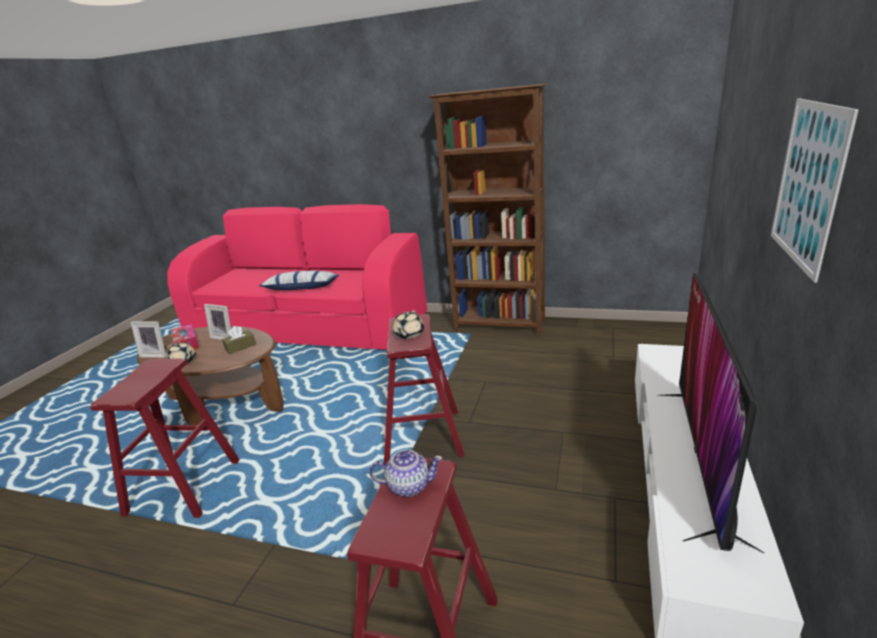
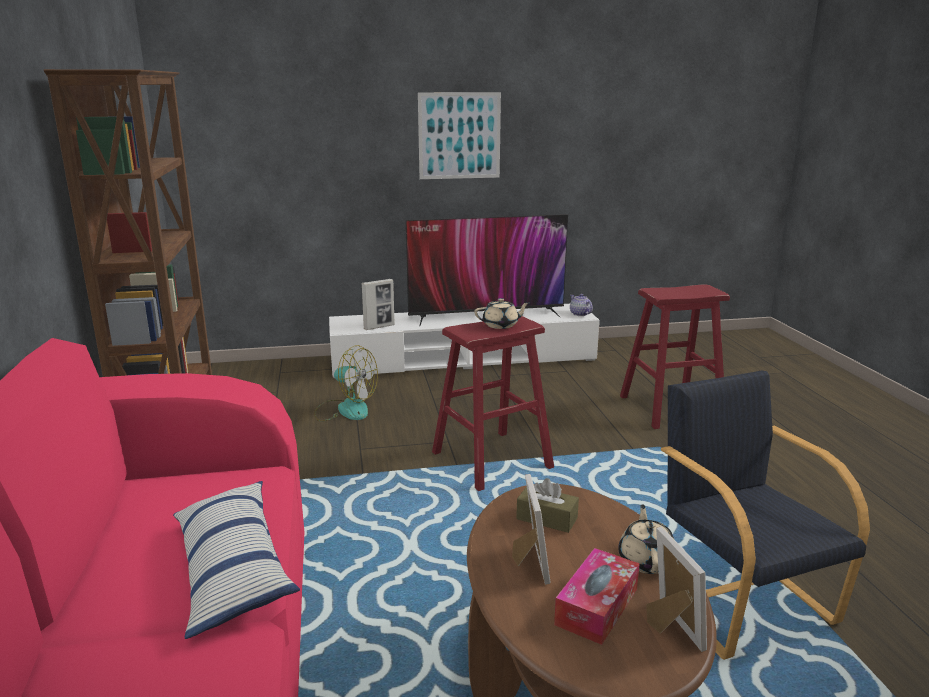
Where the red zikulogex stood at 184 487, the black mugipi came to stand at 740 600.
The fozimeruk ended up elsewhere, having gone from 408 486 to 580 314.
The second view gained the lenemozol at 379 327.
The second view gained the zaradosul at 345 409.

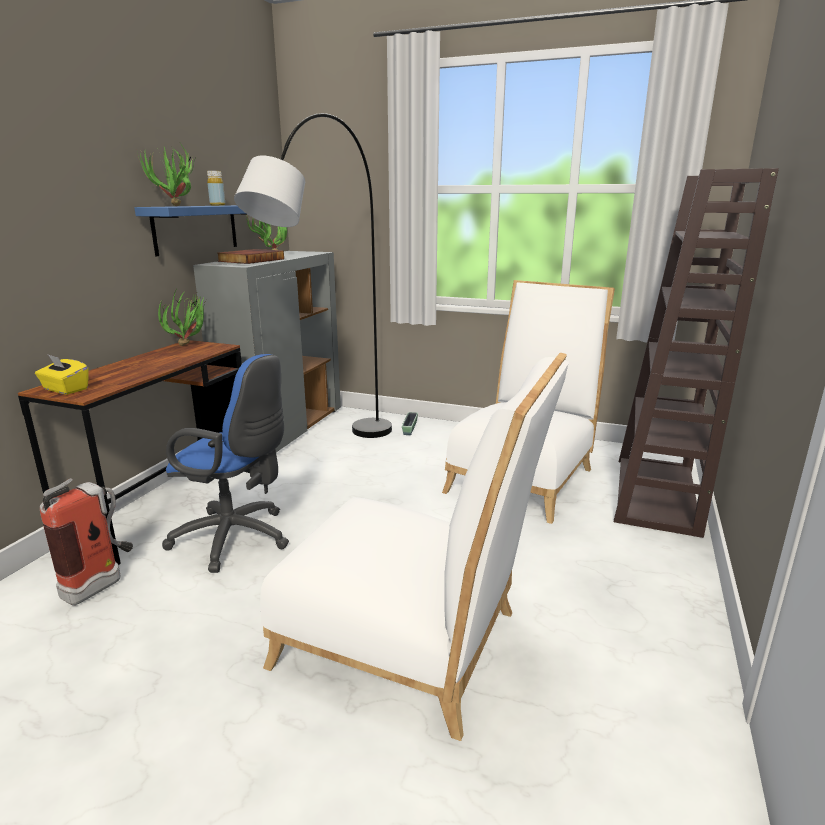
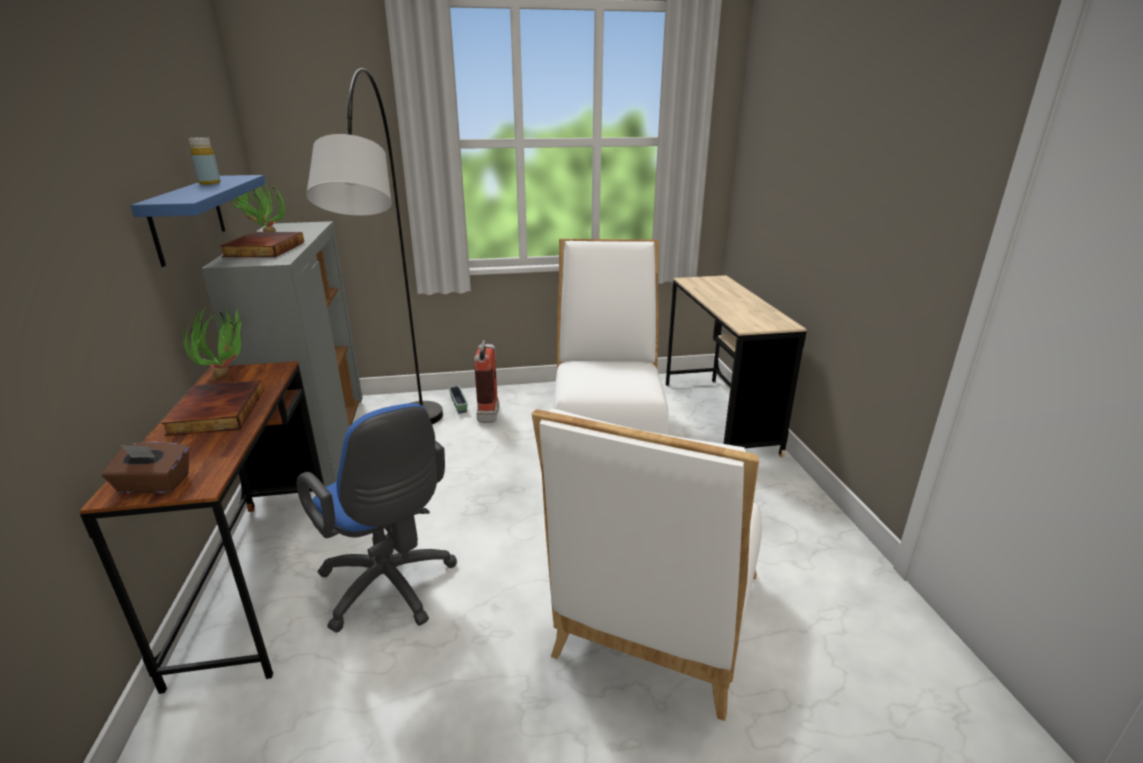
The second view lost the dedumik at 176 206.
Where the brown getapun stood at 657 495, the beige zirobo came to stand at 718 417.
The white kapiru at 411 644 ended up facing another way, 120 degrees clockwise from before.
The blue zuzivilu at 237 539 ended up facing another way, 60 degrees clockwise from before.
What was the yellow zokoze at 65 389 turned into the brown zokoze at 154 485.
The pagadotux ended up elsewhere, having gone from 102 584 to 489 412.
The second view gained the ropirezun at 215 412.

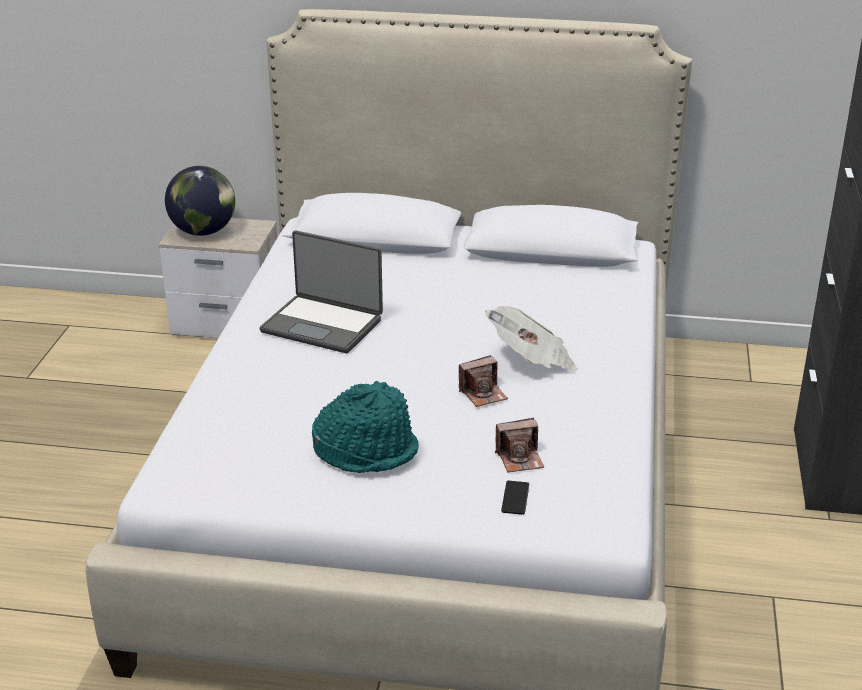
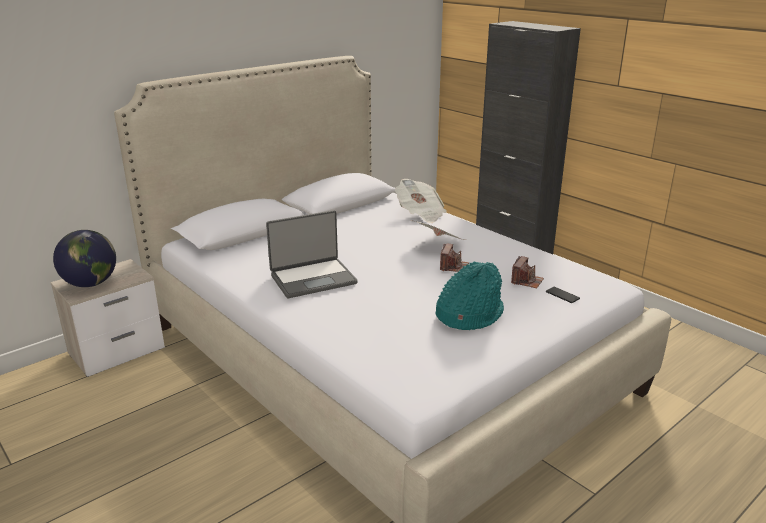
The second view gained the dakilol at 420 214.

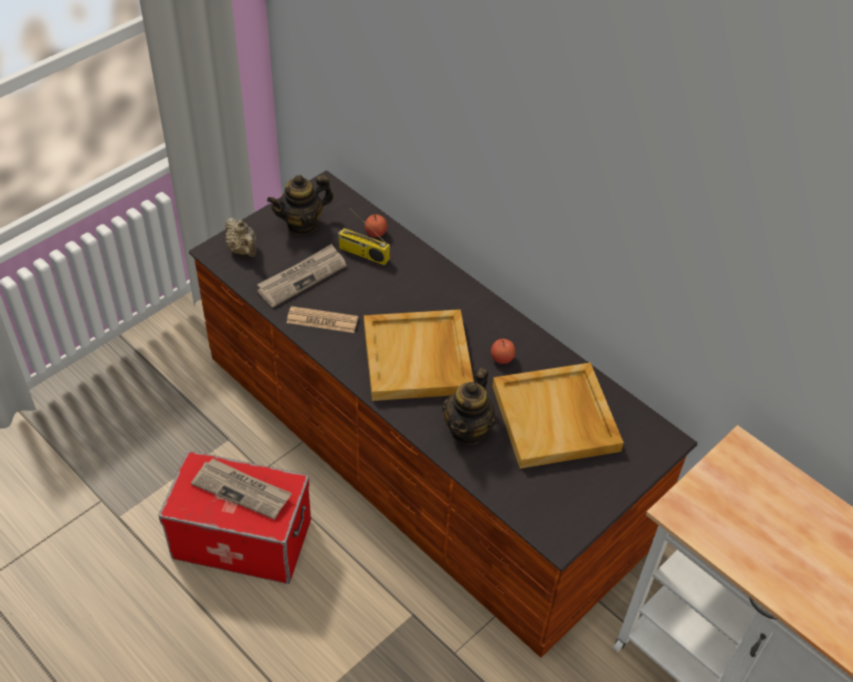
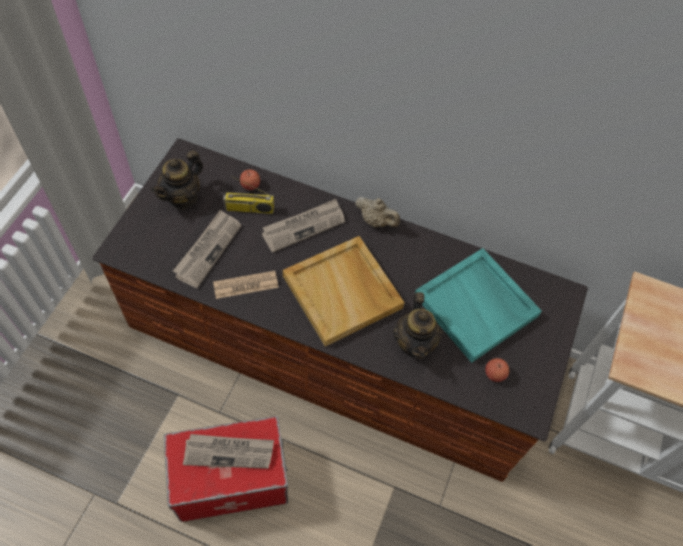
The beige fozimeruk ended up elsewhere, having gone from 243 250 to 376 221.
The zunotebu ended up elsewhere, having gone from 502 358 to 494 374.
What was the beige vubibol at 556 418 turned into the turquoise vubibol at 477 306.
The second view gained the dakilol at 303 226.

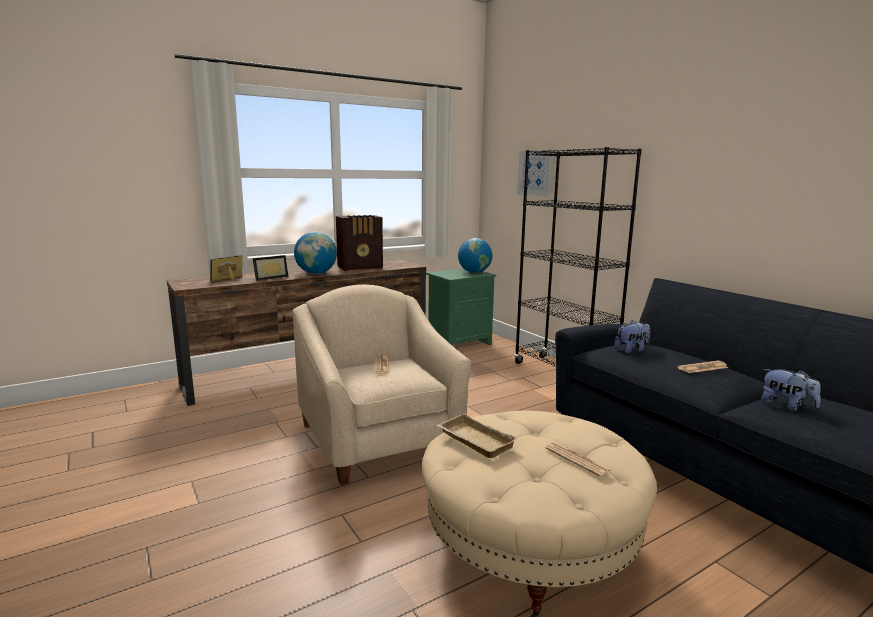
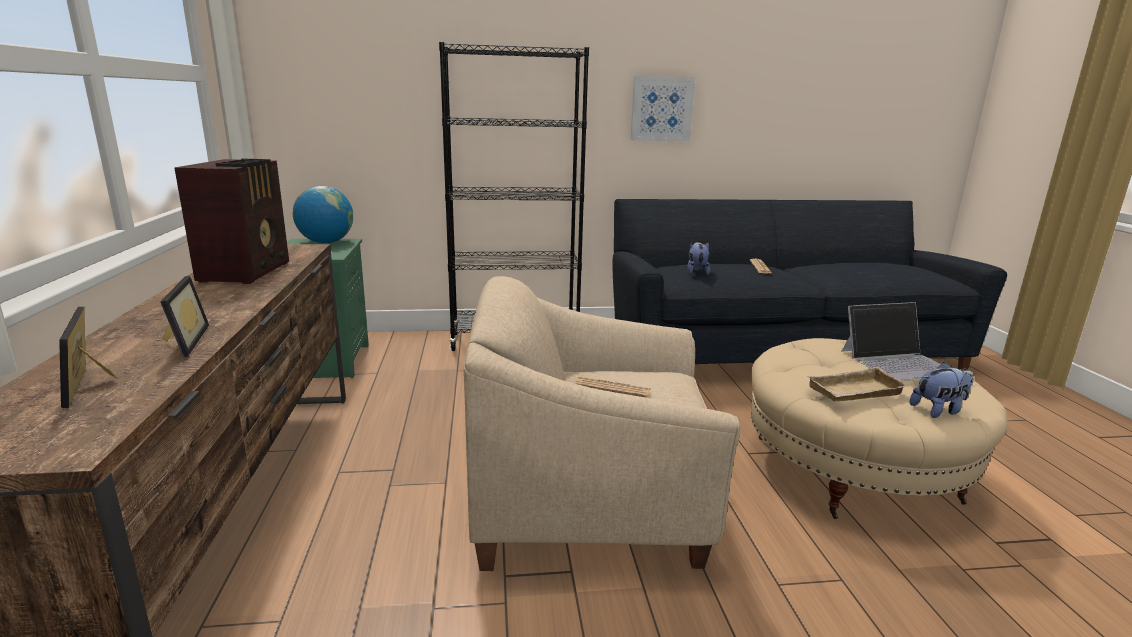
The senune ended up elsewhere, having gone from 535 173 to 661 109.
The second view lost the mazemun at 316 273.
The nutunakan ended up elsewhere, having gone from 786 406 to 939 410.
Where the dakilol stood at 577 460, the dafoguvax came to stand at 898 362.

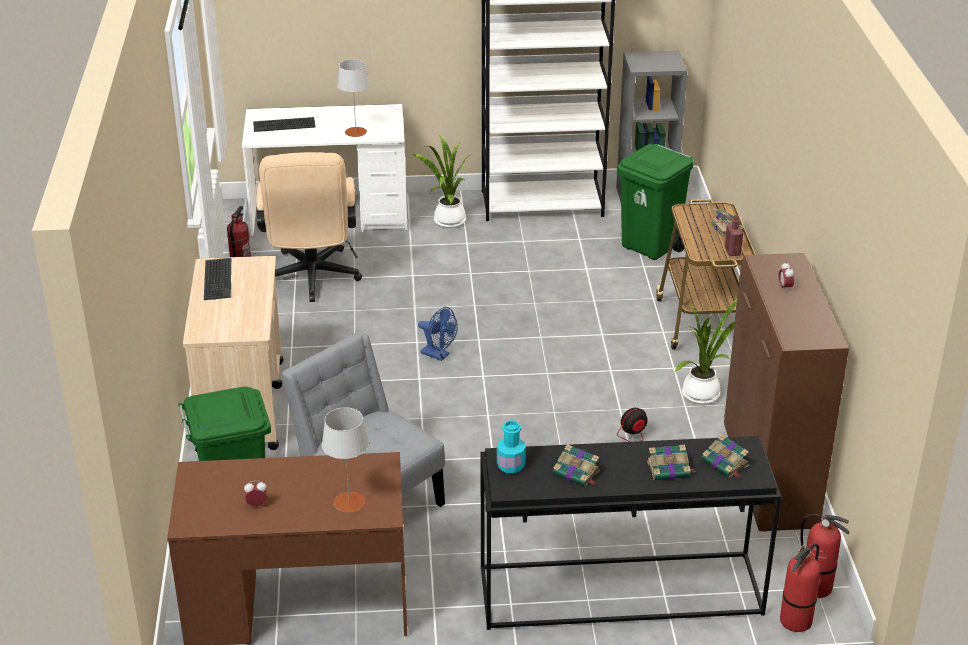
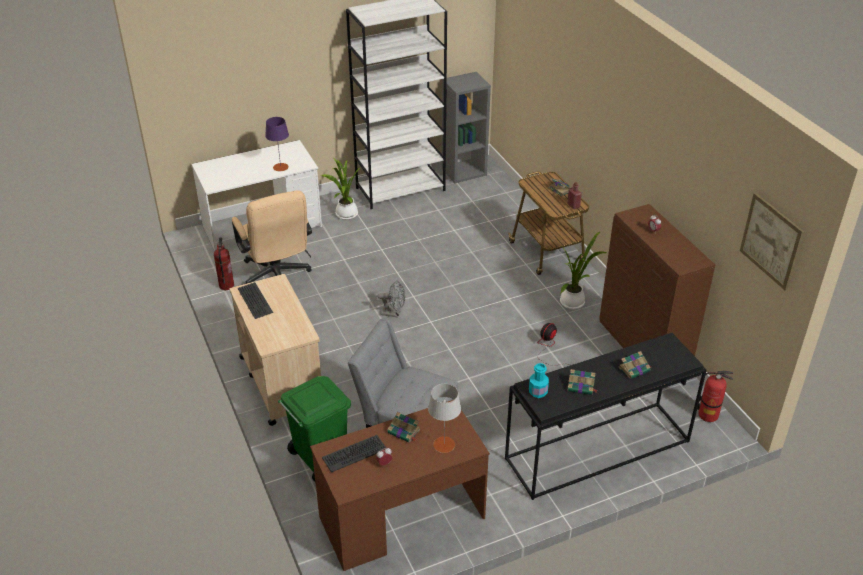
What was the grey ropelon at 355 132 turned into the purple ropelon at 280 167.
The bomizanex ended up elsewhere, having gone from 284 125 to 354 453.
The second view lost the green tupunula at 651 247.
What was the blue zaradosul at 439 355 turned into the grey zaradosul at 394 313.
The ropirezun ended up elsewhere, having gone from 725 464 to 404 432.
The second view lost the pagadotux at 796 621.
The second view gained the senune at 771 241.

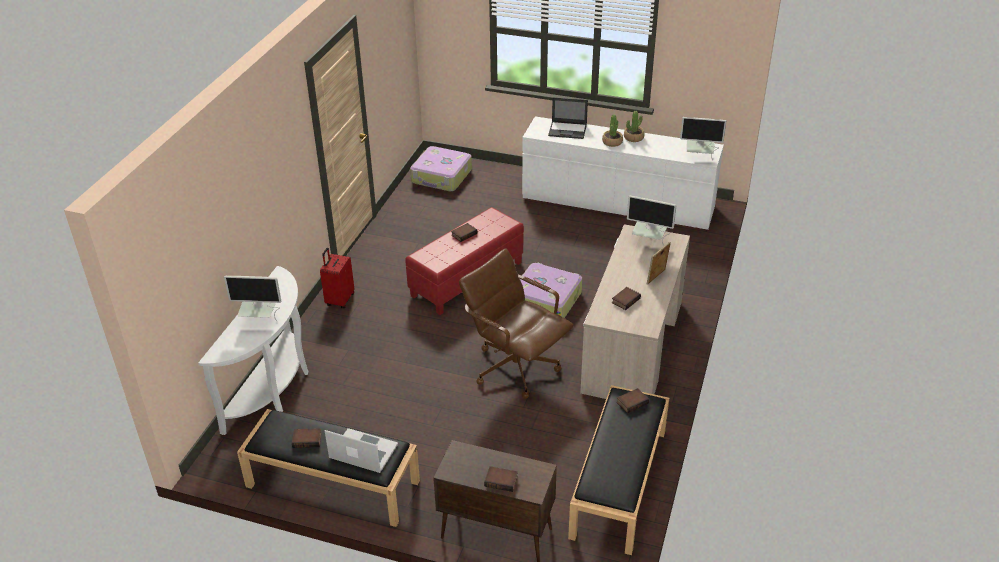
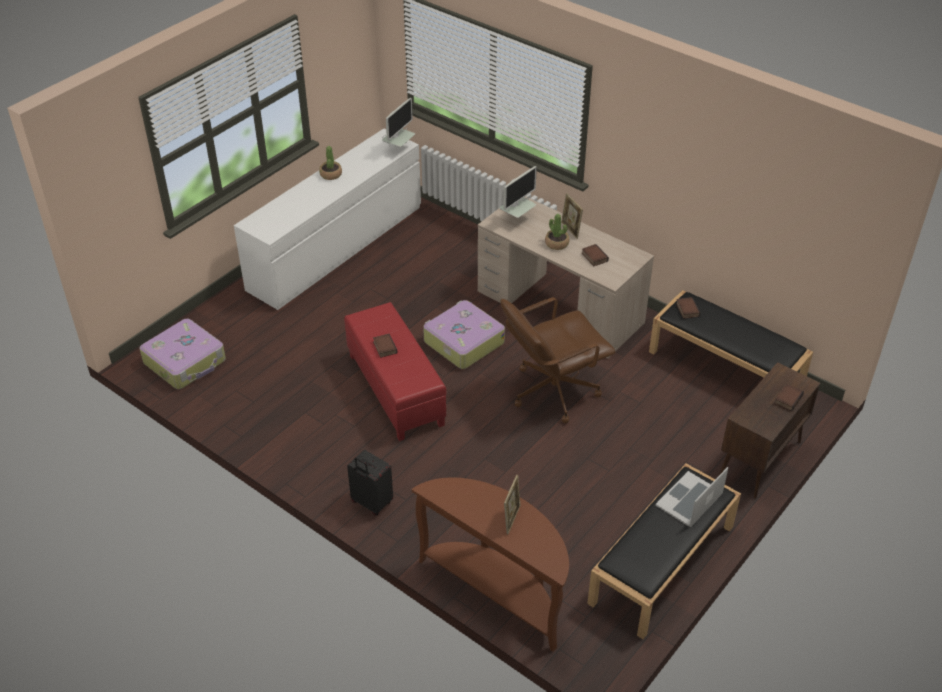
The second view lost the dafoguvax at 568 130.
The dedumik ended up elsewhere, having gone from 612 142 to 557 243.
What was the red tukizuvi at 339 300 turned into the black tukizuvi at 371 503.
What was the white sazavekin at 274 388 turned into the brown sazavekin at 498 590.
Where the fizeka stood at 260 321, the lenemozol came to stand at 511 519.
The second view lost the ropirezun at 307 439.

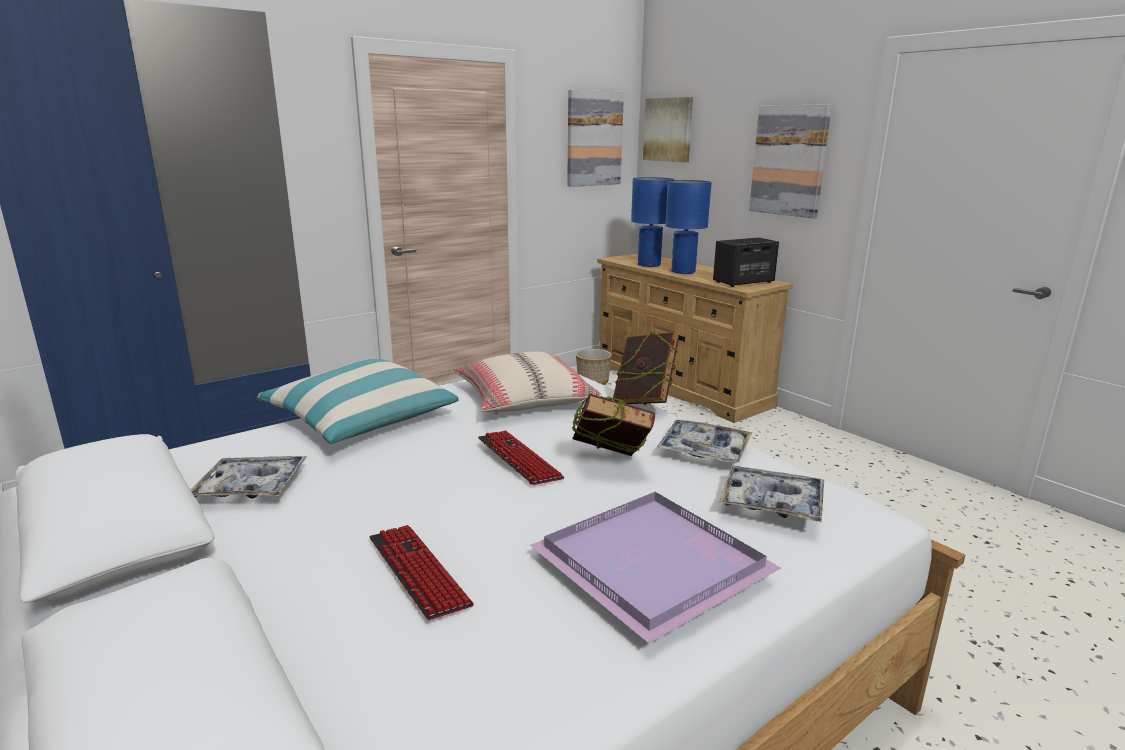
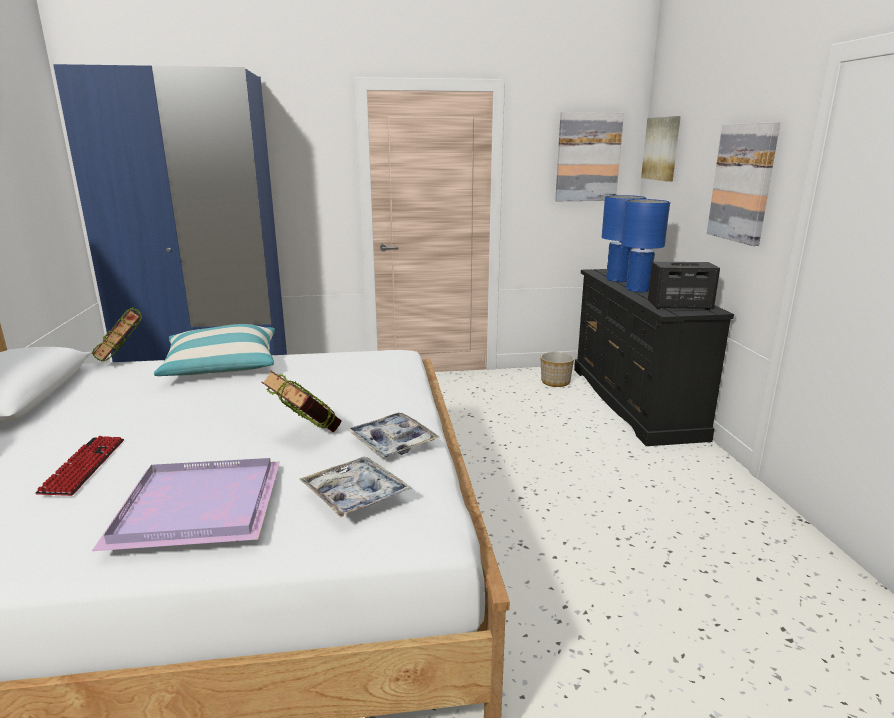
What was the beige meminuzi at 680 385 turned into the black meminuzi at 634 401.
The ropirezun ended up elsewhere, having gone from 644 401 to 122 360.
The second view lost the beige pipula at 523 398.
The second view lost the bomizanex at 518 459.
The second view lost the vubibol at 251 487.

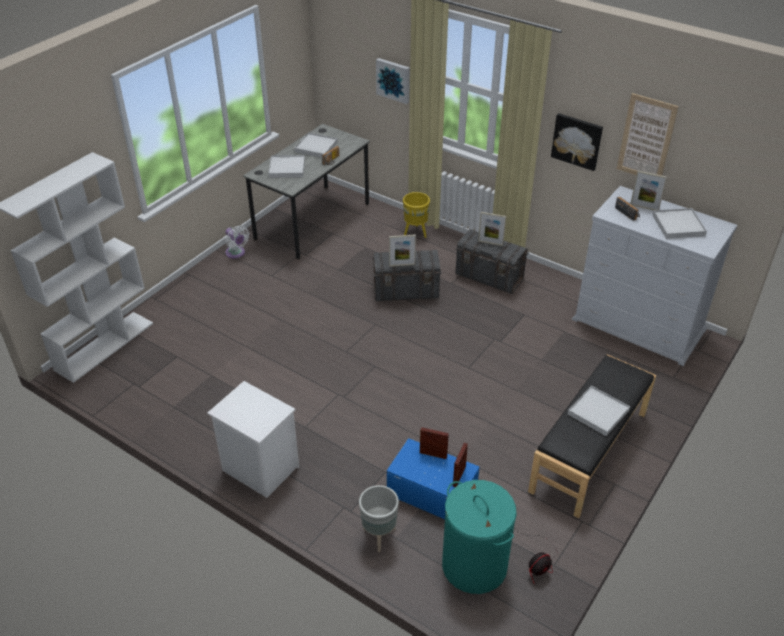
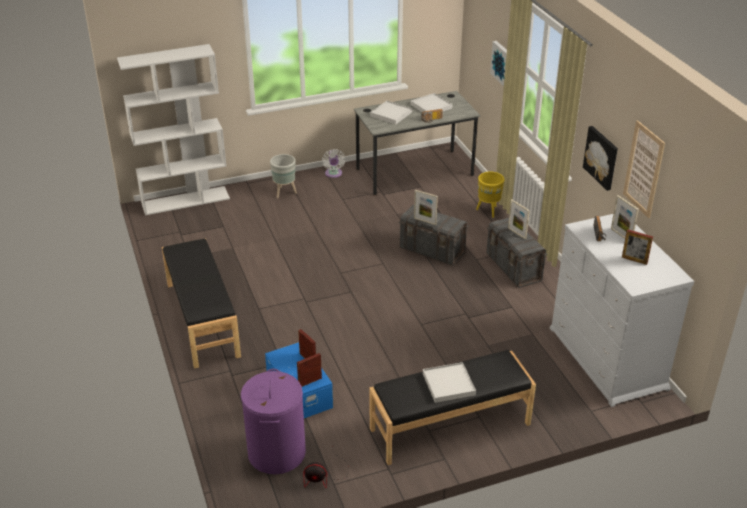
Where the white vubibol stood at 678 225, the lenemozol came to stand at 634 260.
Where the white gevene stood at 258 468, the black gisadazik came to stand at 201 320.
What was the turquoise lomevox at 474 565 turned into the purple lomevox at 276 452.
The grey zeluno ended up elsewhere, having gone from 378 536 to 284 193.

